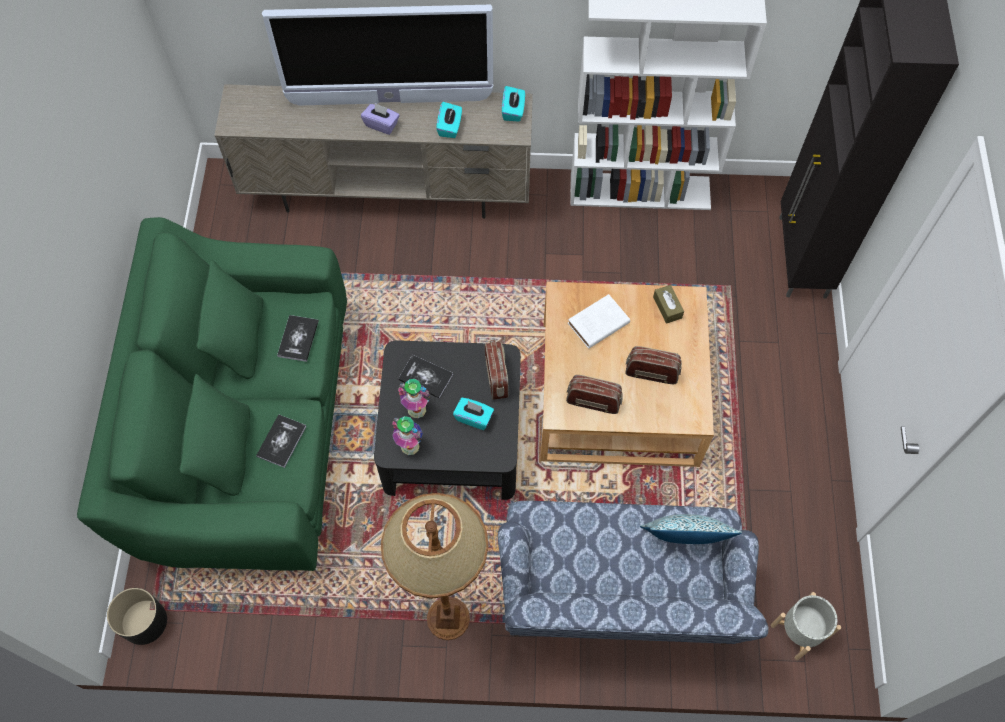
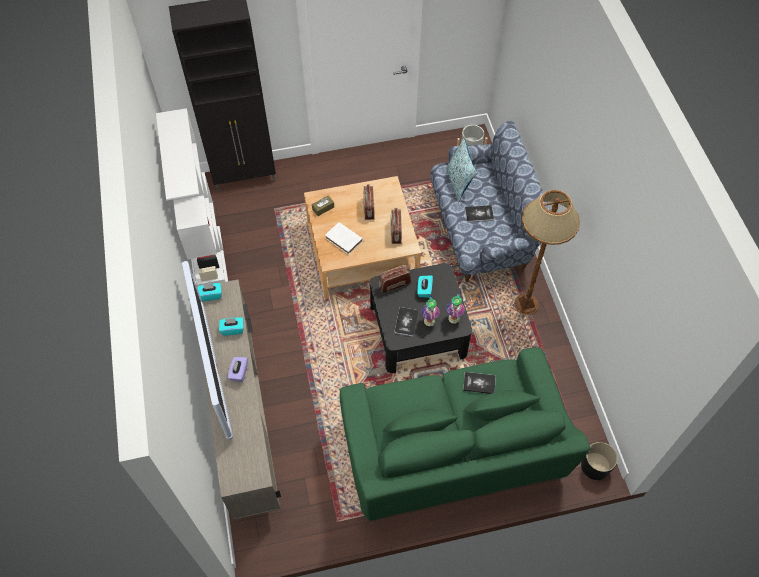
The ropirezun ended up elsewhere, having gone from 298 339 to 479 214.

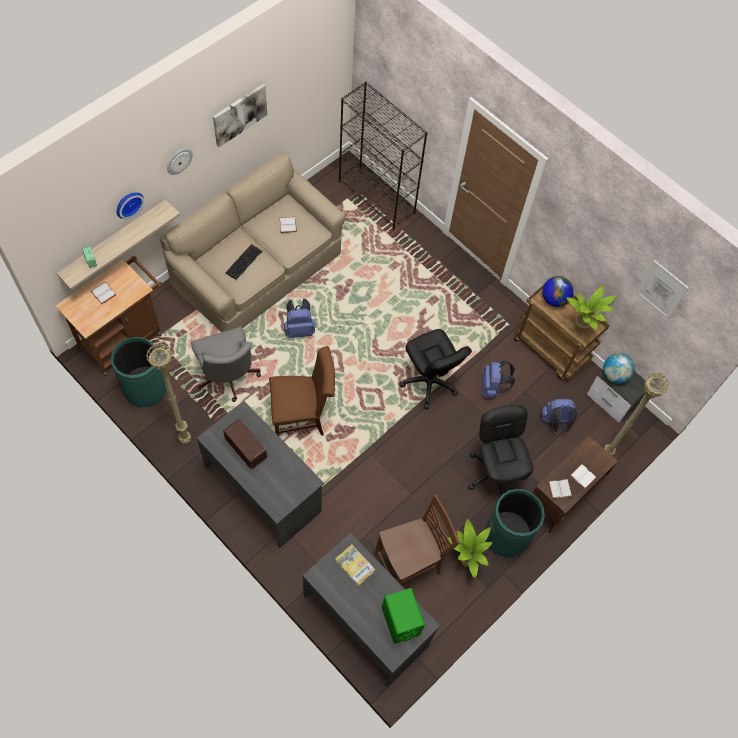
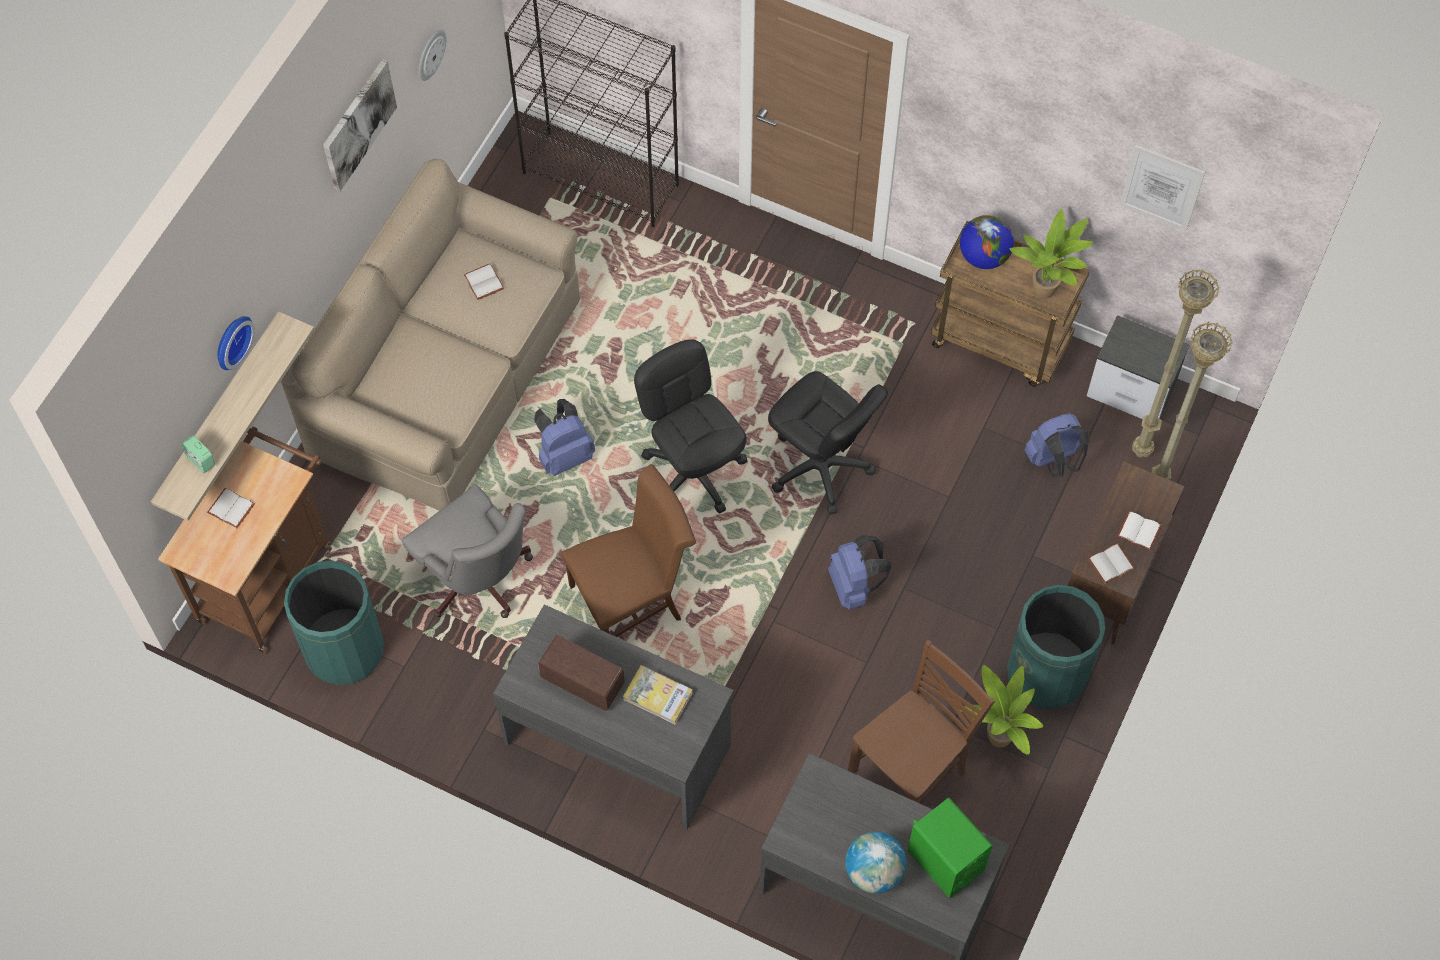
The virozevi ended up elsewhere, having gone from 179 160 to 430 54.
The second view lost the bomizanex at 243 261.
The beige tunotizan ended up elsewhere, having gone from 185 440 to 1142 452.
The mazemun ended up elsewhere, having gone from 614 375 to 874 872.
The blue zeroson ended up elsewhere, having gone from 492 387 to 855 586.
The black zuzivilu ended up elsewhere, having gone from 495 473 to 693 471.
The ropirezun ended up elsewhere, having gone from 355 565 to 658 696.

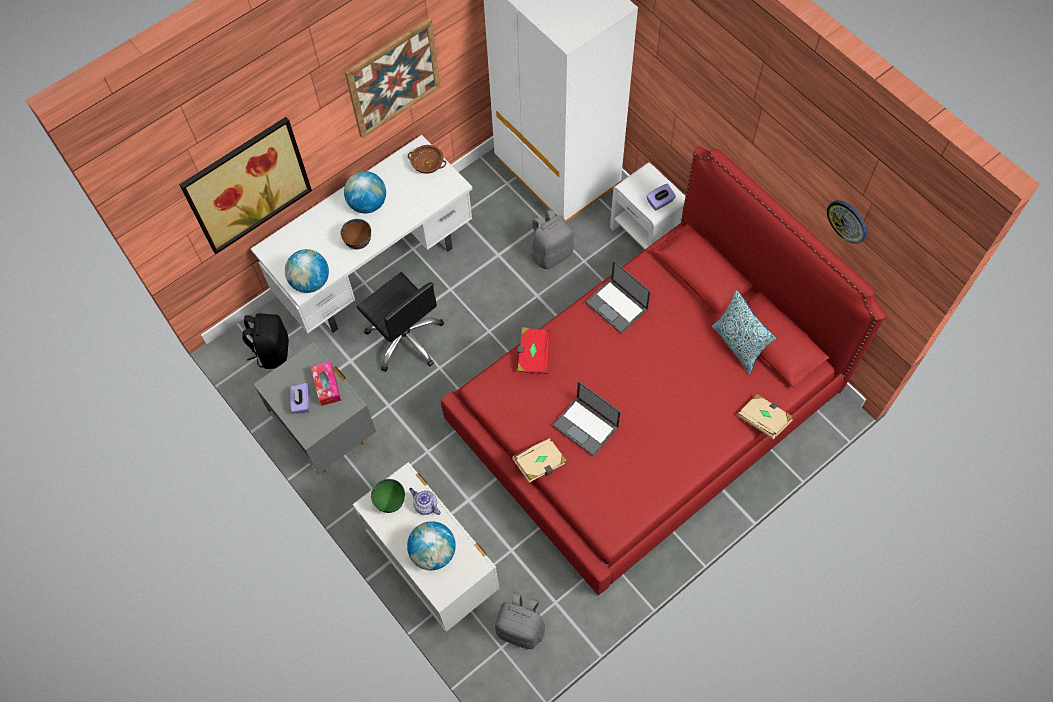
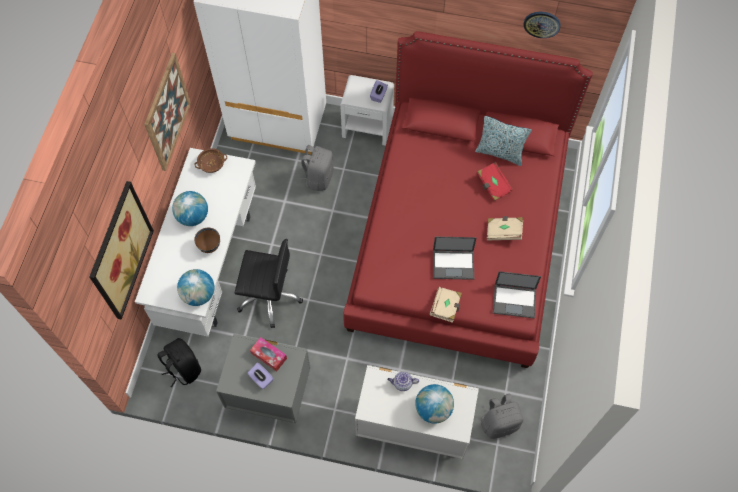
The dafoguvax ended up elsewhere, having gone from 617 306 to 515 300.
The red ropirezun ended up elsewhere, having gone from 533 355 to 493 185.
The beige ropirezun ended up elsewhere, having gone from 764 419 to 503 231.
The second view lost the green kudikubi at 390 502.

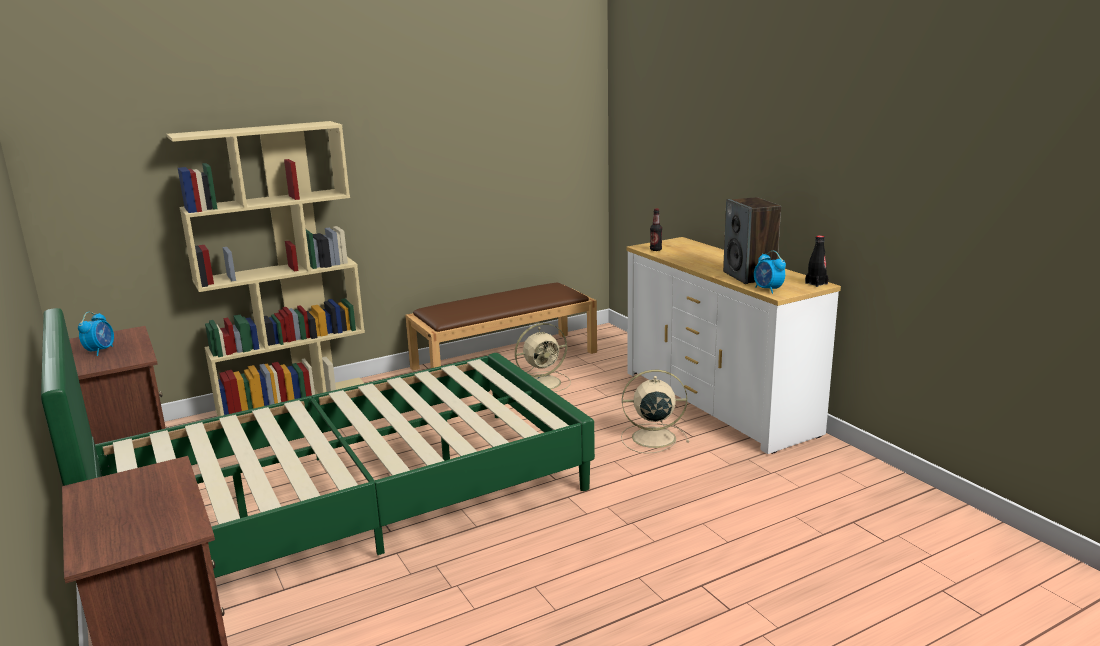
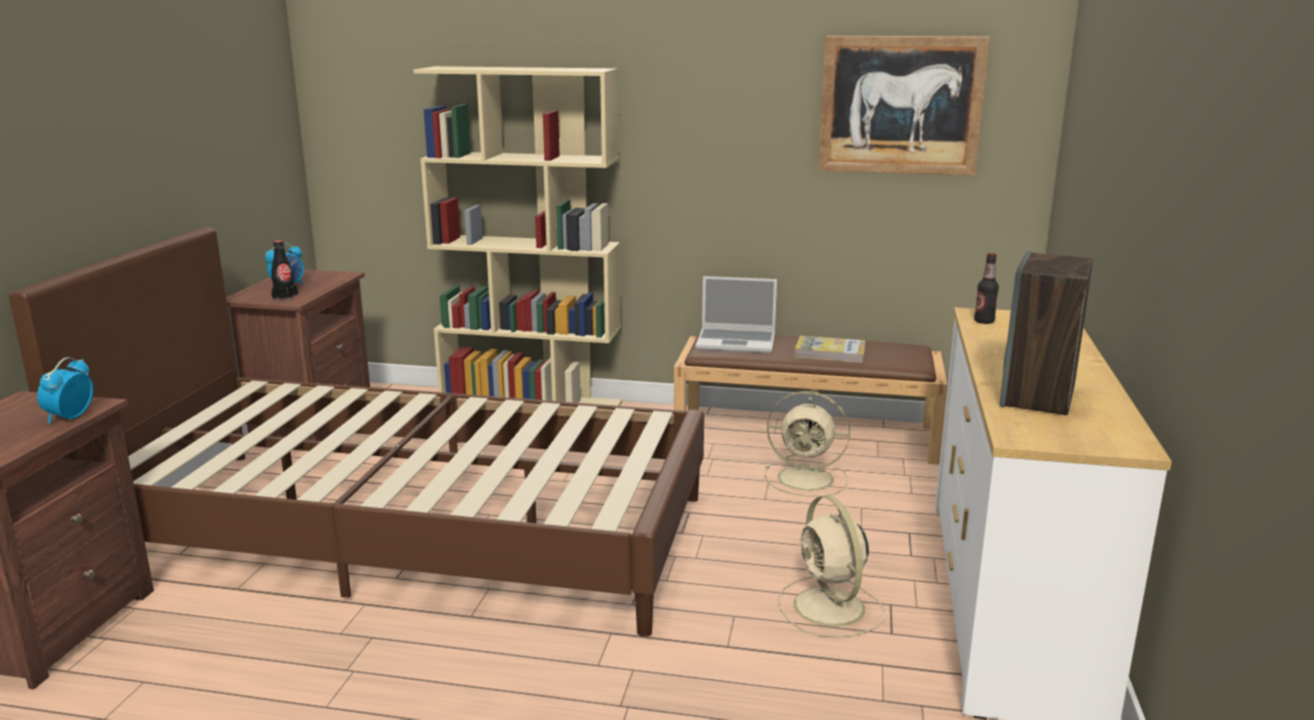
The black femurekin ended up elsewhere, having gone from 816 283 to 285 296.
The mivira ended up elsewhere, having gone from 768 290 to 70 418.
What was the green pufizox at 347 504 turned into the brown pufizox at 407 531.
The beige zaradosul at 651 438 ended up facing another way, 150 degrees counterclockwise from before.
The second view gained the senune at 900 105.
The second view gained the dafoguvax at 737 342.
The second view gained the ropirezun at 830 353.

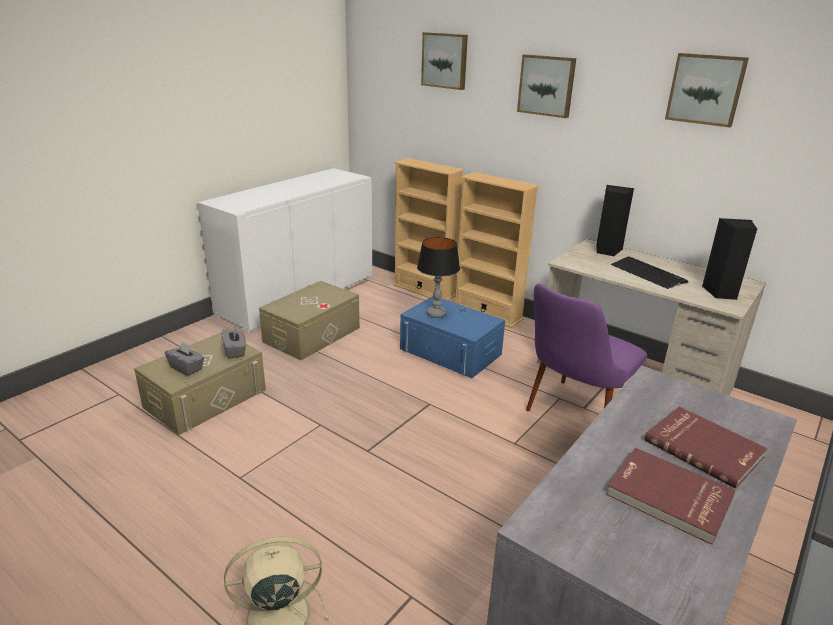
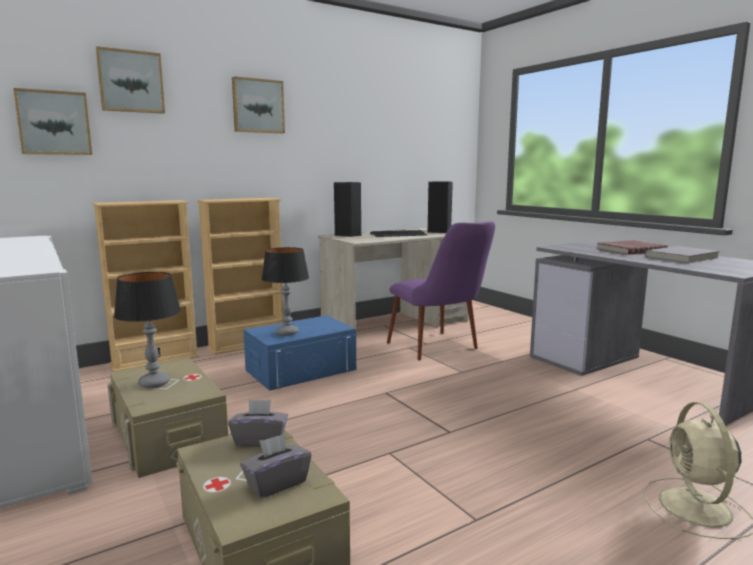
The senune ended up elsewhere, having gone from 706 89 to 54 123.
What was the red ropirezun at 668 497 turned into the grey ropirezun at 682 257.
The second view gained the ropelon at 154 383.

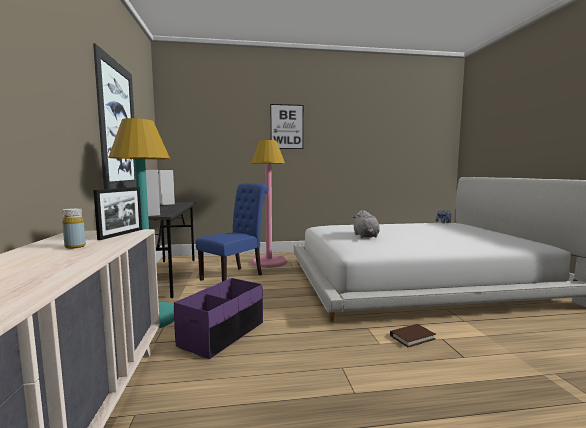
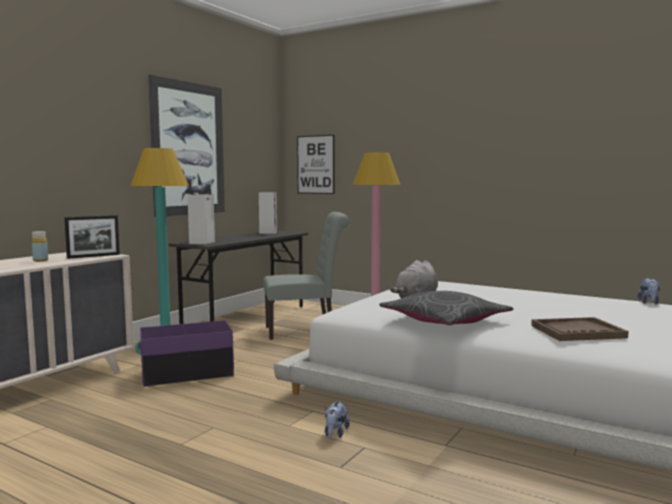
The senune ended up elsewhere, having gone from 287 127 to 315 164.
What was the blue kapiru at 235 276 turned into the grey kapiru at 305 331.
Where the brown ropirezun stood at 412 337, the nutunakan came to stand at 335 434.
The second view gained the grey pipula at 445 321.
The second view gained the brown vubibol at 577 332.

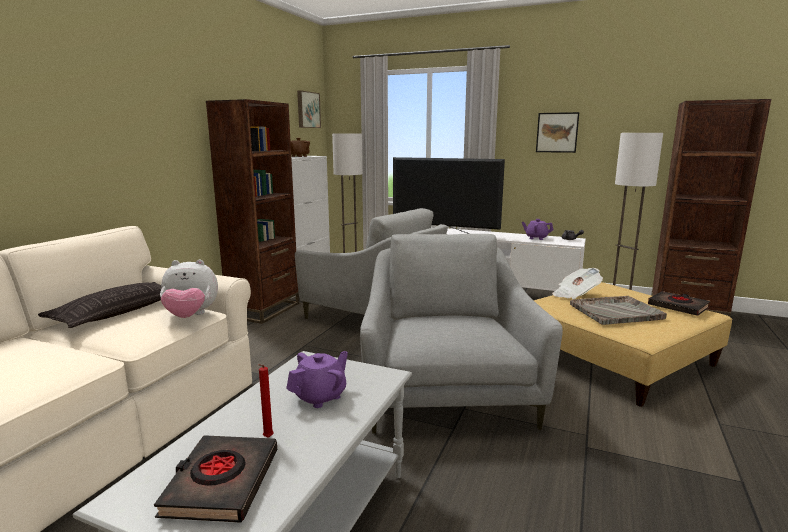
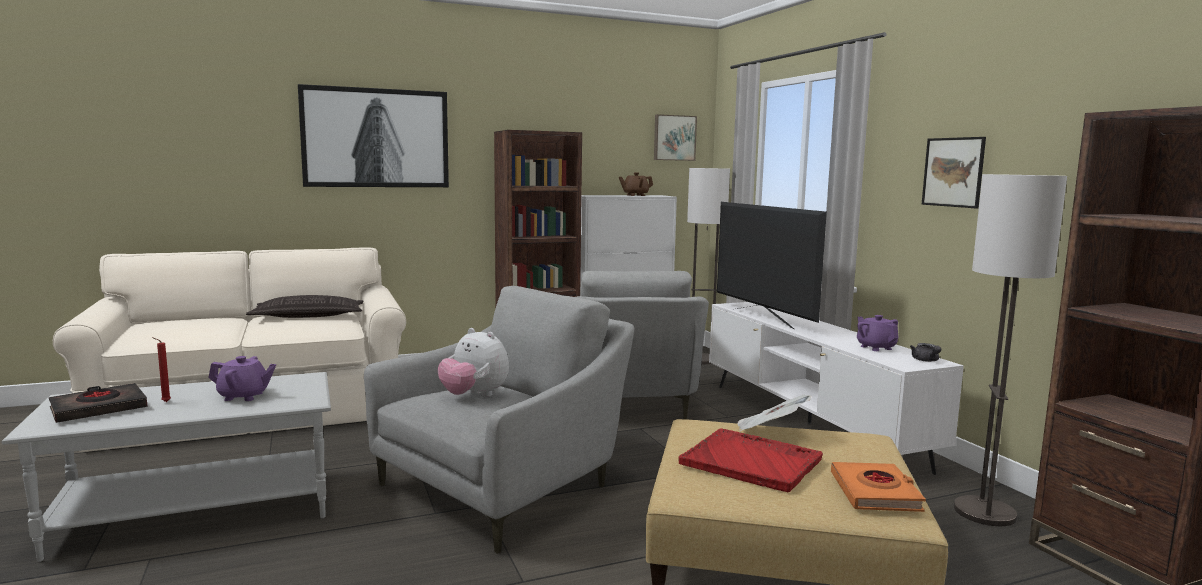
The nutunakan ended up elsewhere, having gone from 191 316 to 474 396.
What was the black ropirezun at 678 307 turned into the orange ropirezun at 875 493.
What was the grey vubibol at 616 311 turned into the red vubibol at 752 462.
The second view gained the senune at 376 138.

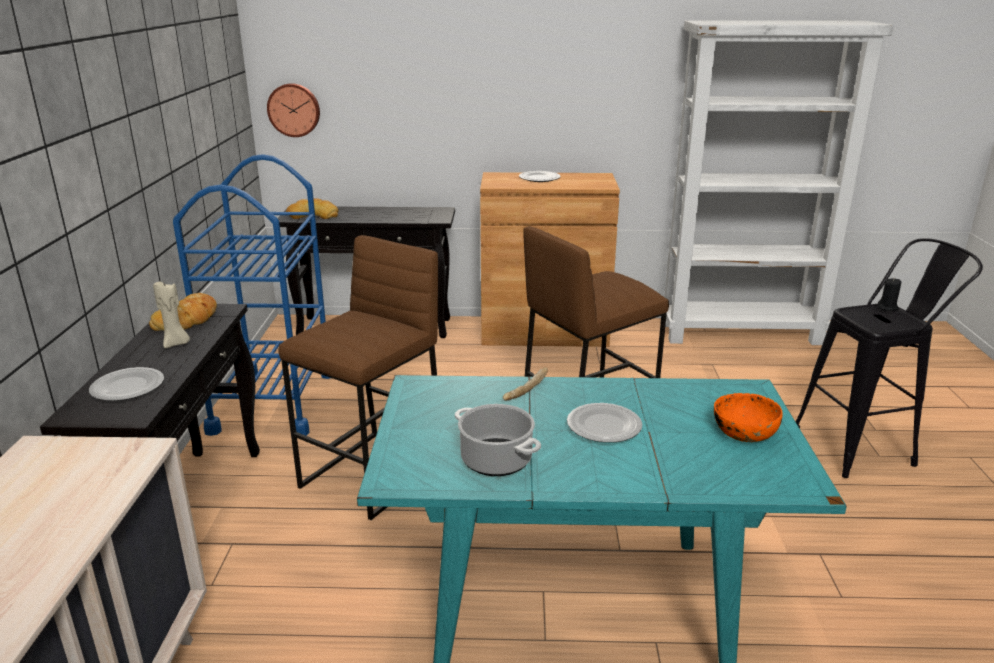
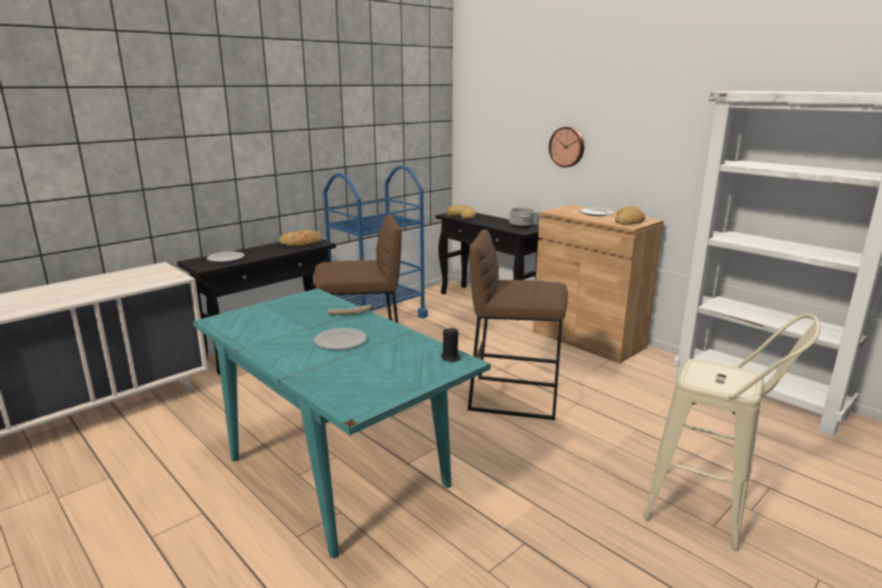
The virozevi ended up elsewhere, having gone from 294 110 to 567 147.
What was the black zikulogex at 863 447 turned into the beige zikulogex at 710 513.
The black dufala ended up elsewhere, having gone from 887 307 to 450 358.
The second view lost the beige dufala at 176 344.
The second view lost the orange kudikubi at 743 432.
The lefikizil ended up elsewhere, having gone from 497 460 to 522 225.
The second view gained the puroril at 629 220.

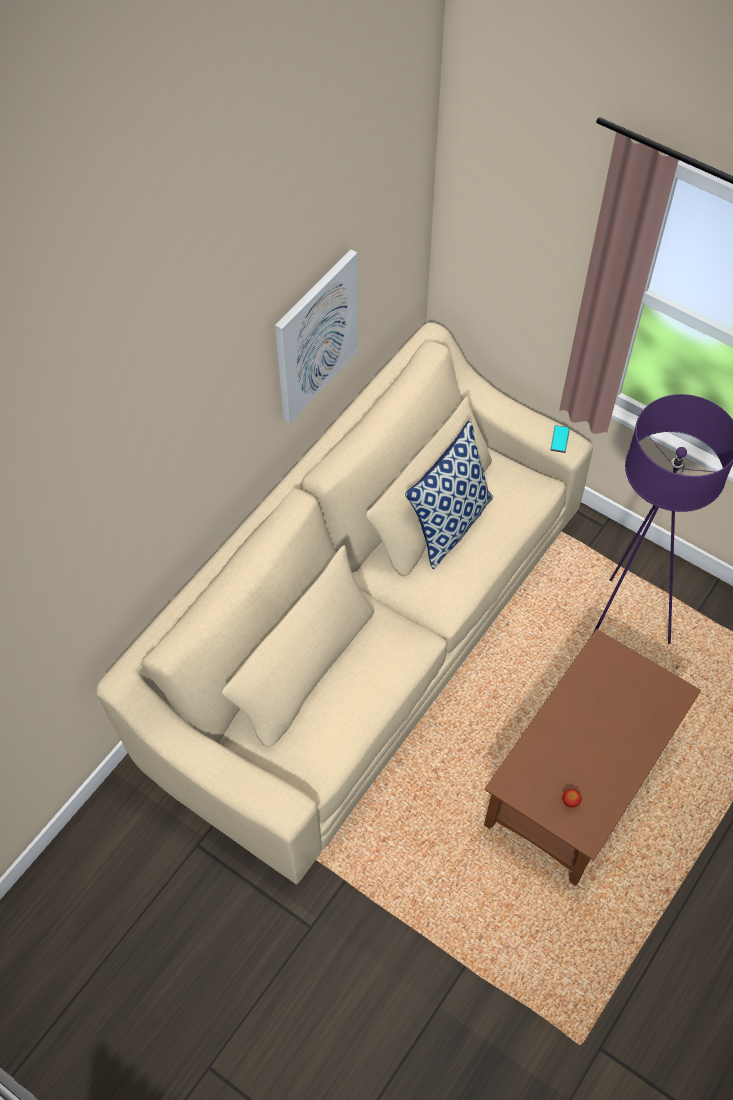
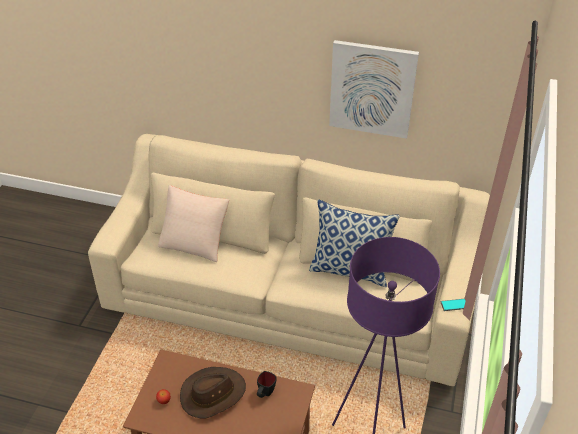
The second view gained the beige pipula at 195 242.
The second view gained the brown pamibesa at 212 394.
The second view gained the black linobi at 265 394.

